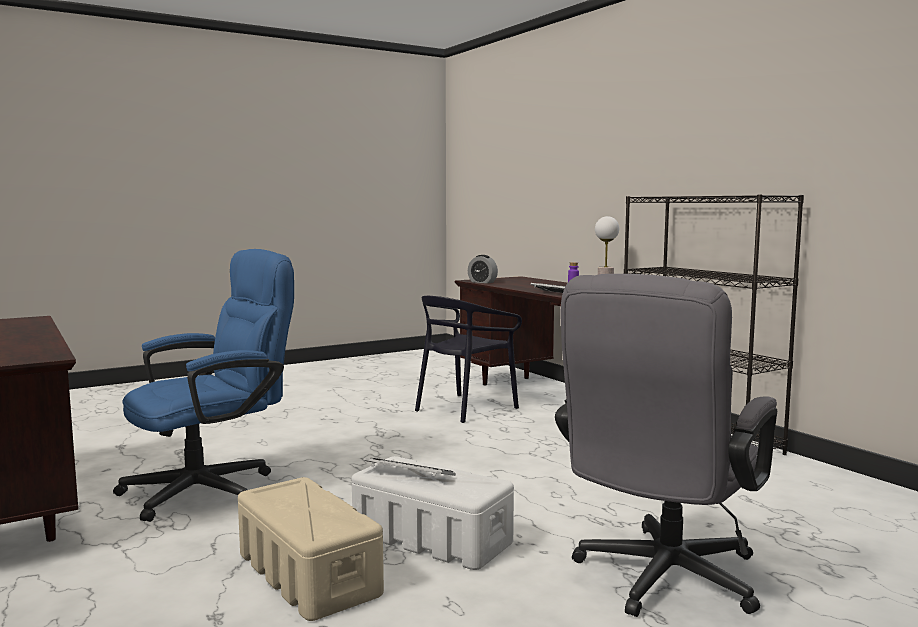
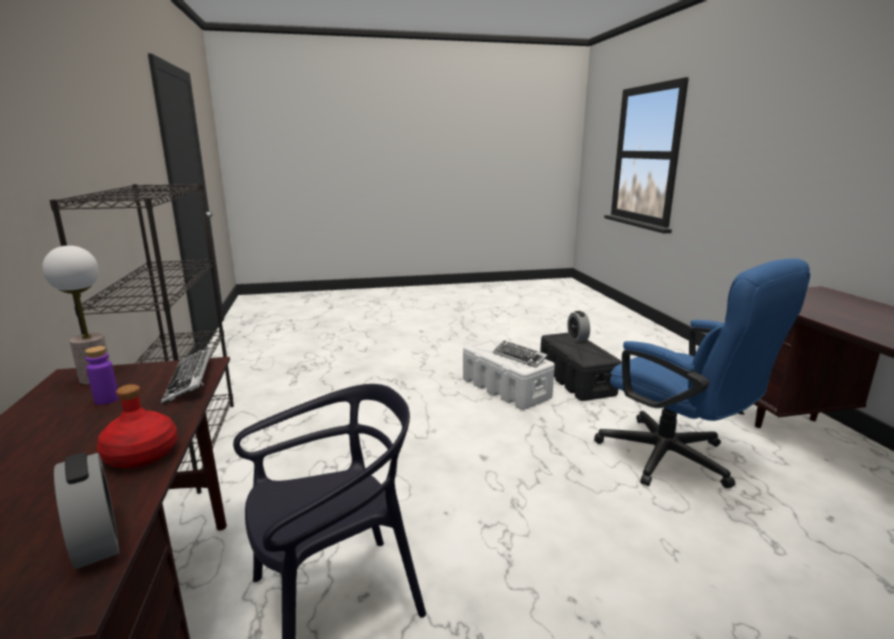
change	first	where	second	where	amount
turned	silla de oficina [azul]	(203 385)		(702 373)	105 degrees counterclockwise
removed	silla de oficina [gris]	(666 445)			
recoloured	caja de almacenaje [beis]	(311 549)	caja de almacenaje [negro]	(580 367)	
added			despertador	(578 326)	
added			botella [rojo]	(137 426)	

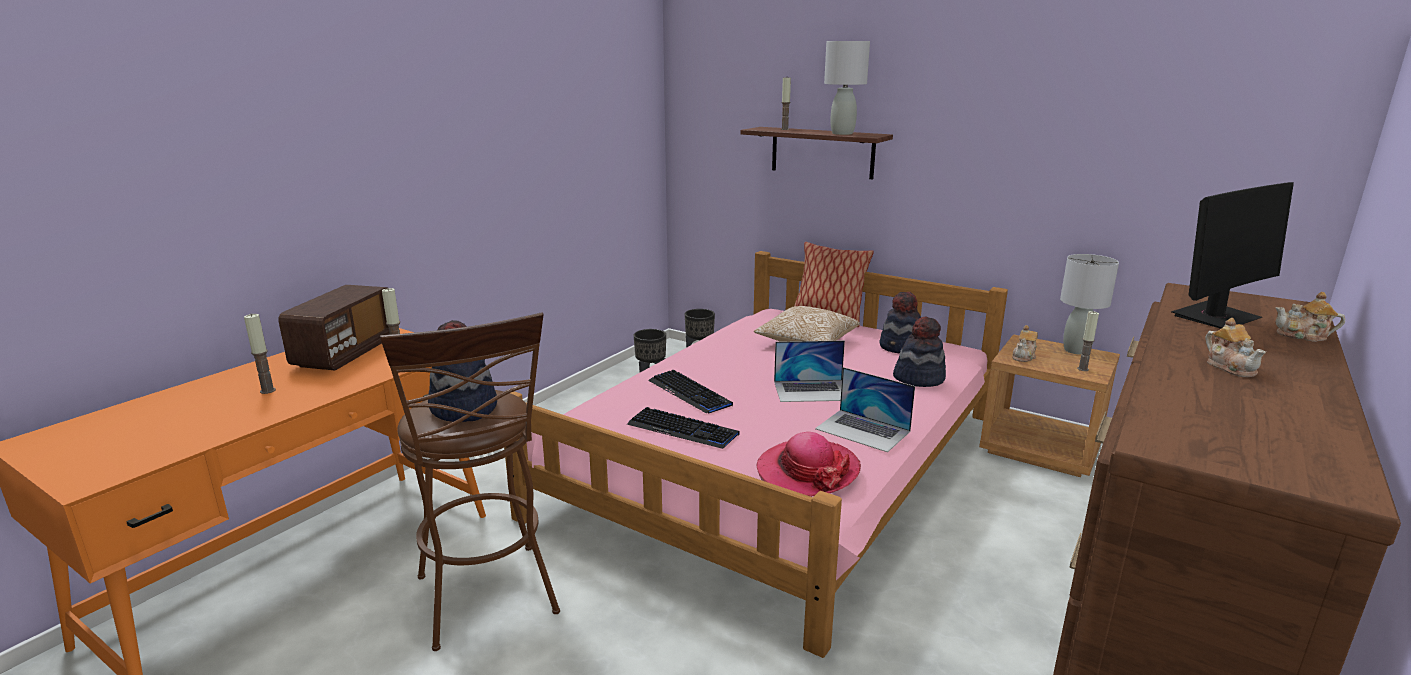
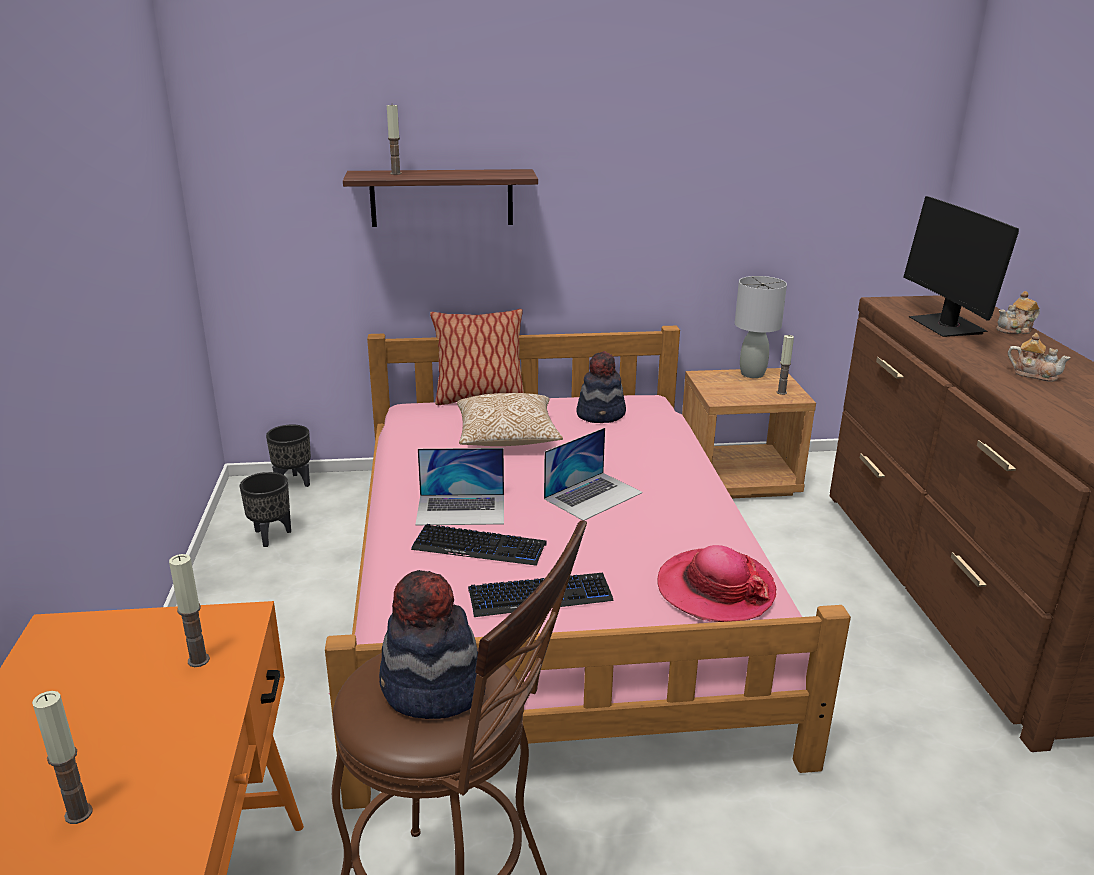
change	first	where	second	where	amount
removed	lámpara de mesa [gris]	(847 88)			
turned	monitor	(1232 255)		(961 266)	150 degrees clockwise
removed	radio	(334 328)			
removed	sombrero	(919 352)			
removed	tetera	(1025 343)			
moved	portátil	(865 409)		(459 486)	

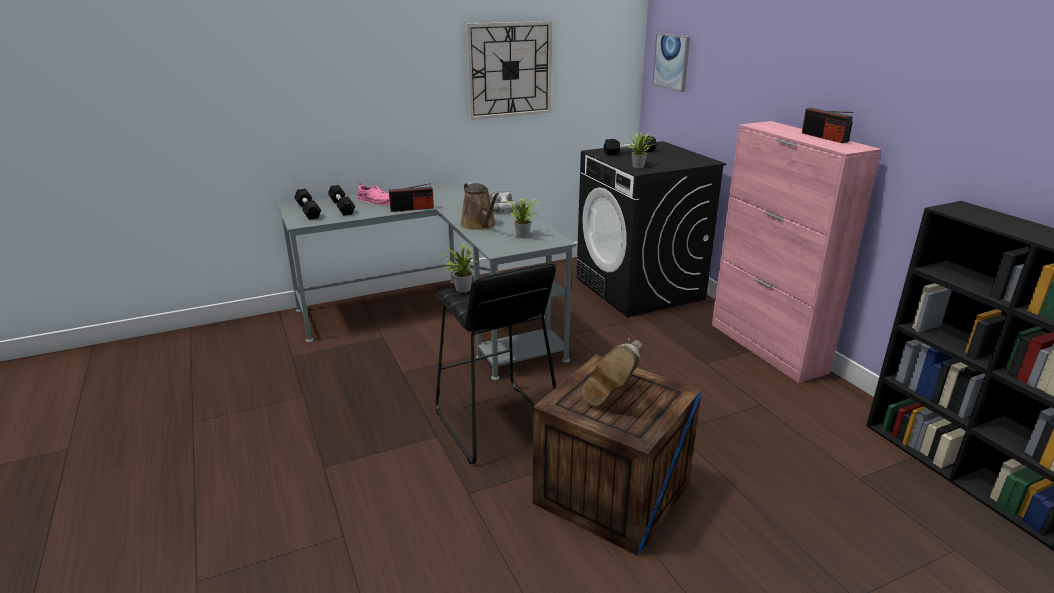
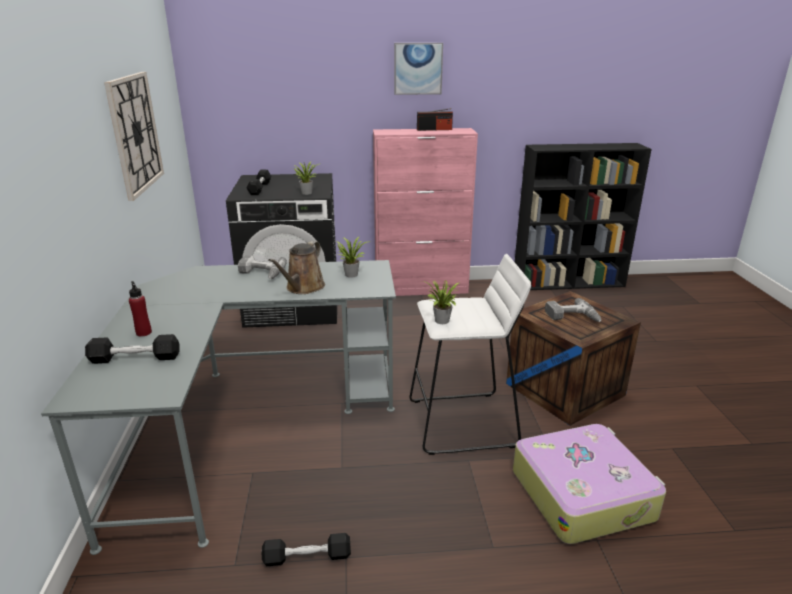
change	first	where	second	where	amount
moved	cuadro	(671 62)		(418 69)	
turned	regadera [marrón]	(479 206)		(296 267)	120 degrees clockwise
replaced	zapato [rosa]	(373 194)	botella [rojo]	(140 309)	
removed	radio	(411 197)			
moved	mancuerna [negro]	(307 204)		(306 549)	
recoloured	taburete [negro]	(496 363)	taburete [blanco]	(470 354)	
replaced	bota [marrón]	(612 371)	taladro	(573 310)	
added			maleta	(589 484)	

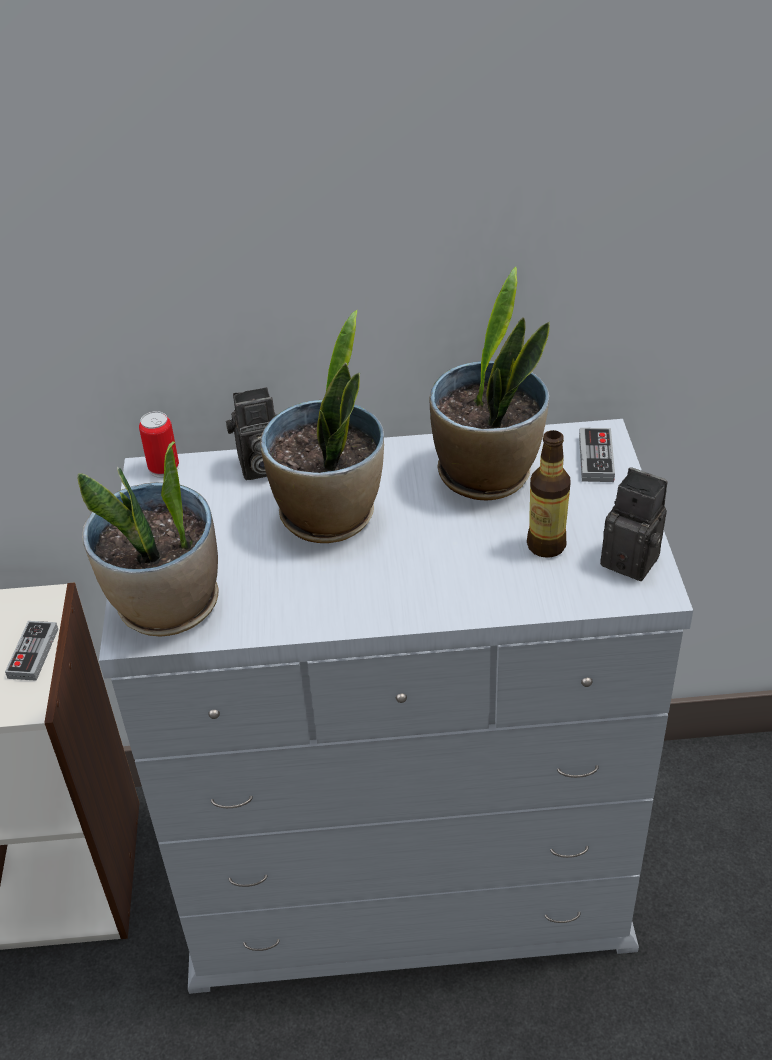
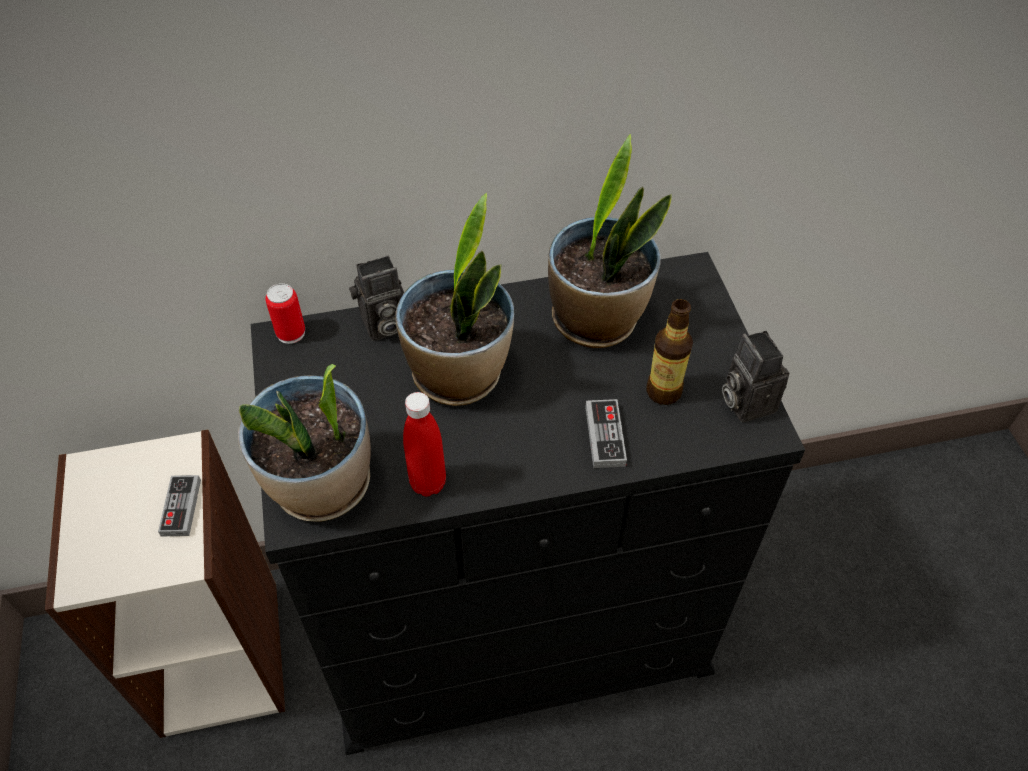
change	first	where	second	where	amount
recoloured	cómoda [blanco]	(396 706)	cómoda [negro]	(528 503)	
moved	mando de consola	(597 455)		(606 433)	
turned	cámara	(634 524)		(755 376)	135 degrees counterclockwise
added			botella [rojo]	(424 444)	

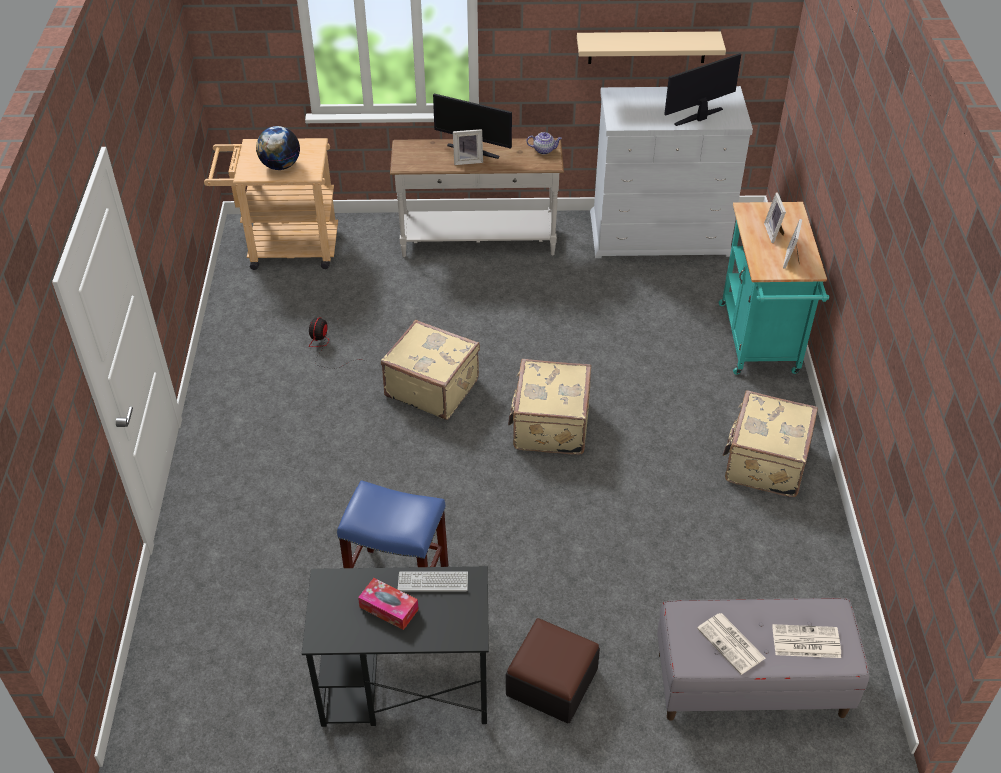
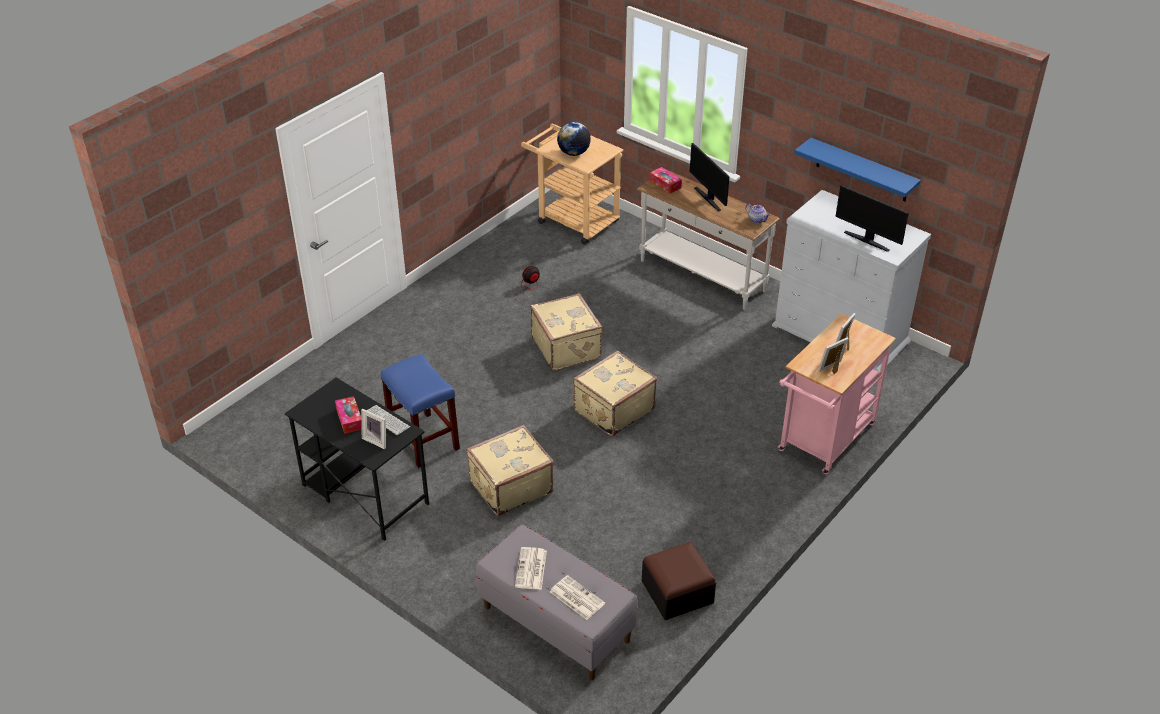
change	first	where	second	where	amount
recoloured	estante [beis]	(651 47)	estante [azul]	(857 170)	
turned	monitor	(702 89)		(872 218)	150 degrees counterclockwise
moved	portarretratos	(468 147)		(373 429)	
recoloured	carrito [turquesa]	(774 288)	carrito [rosa]	(837 393)	
moved	maleta [beis]	(770 443)		(510 470)	
moved	puf	(553 671)		(679 581)	
added			caja de pañuelos	(666 180)	

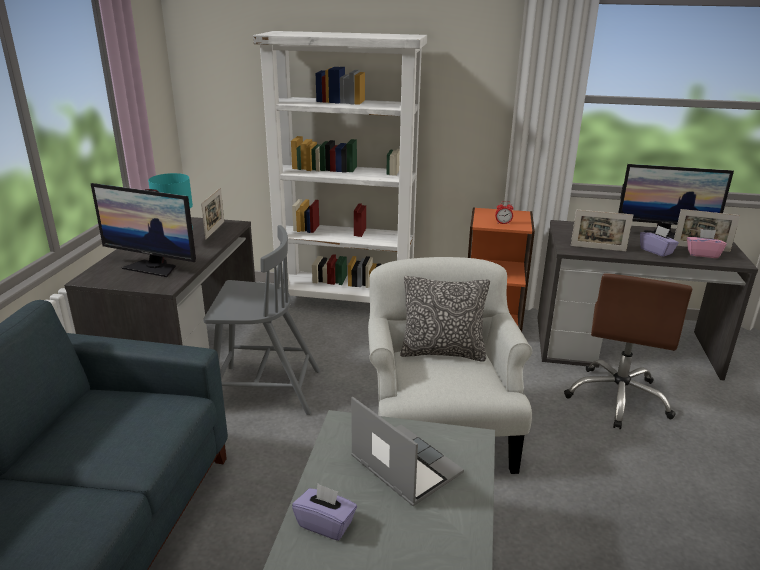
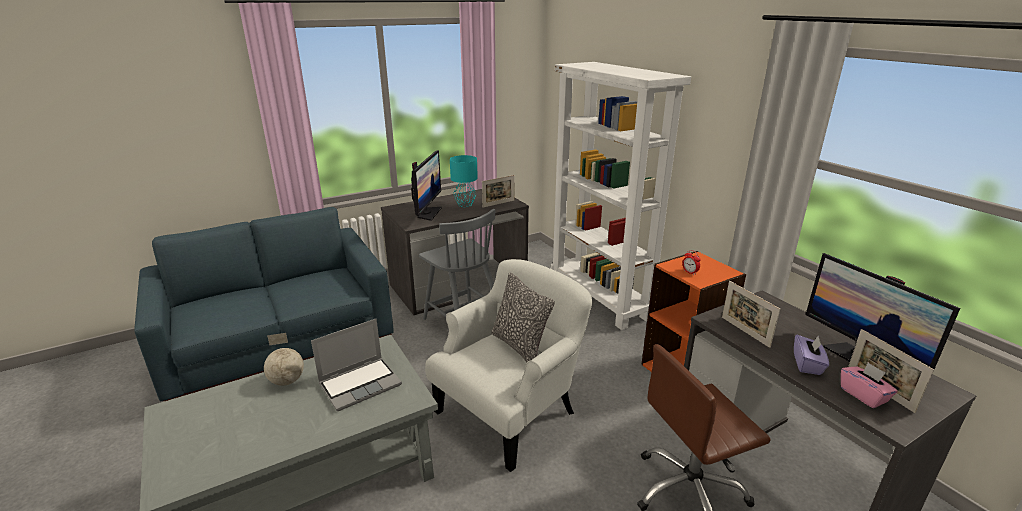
change	first	where	second	where	amount
turned	monitor	(143 230)		(426 185)	150 degrees counterclockwise
turned	portátil	(407 451)		(356 365)	45 degrees clockwise
replaced	caja de pañuelos [morado]	(324 512)	globo terráqueo	(284 359)	

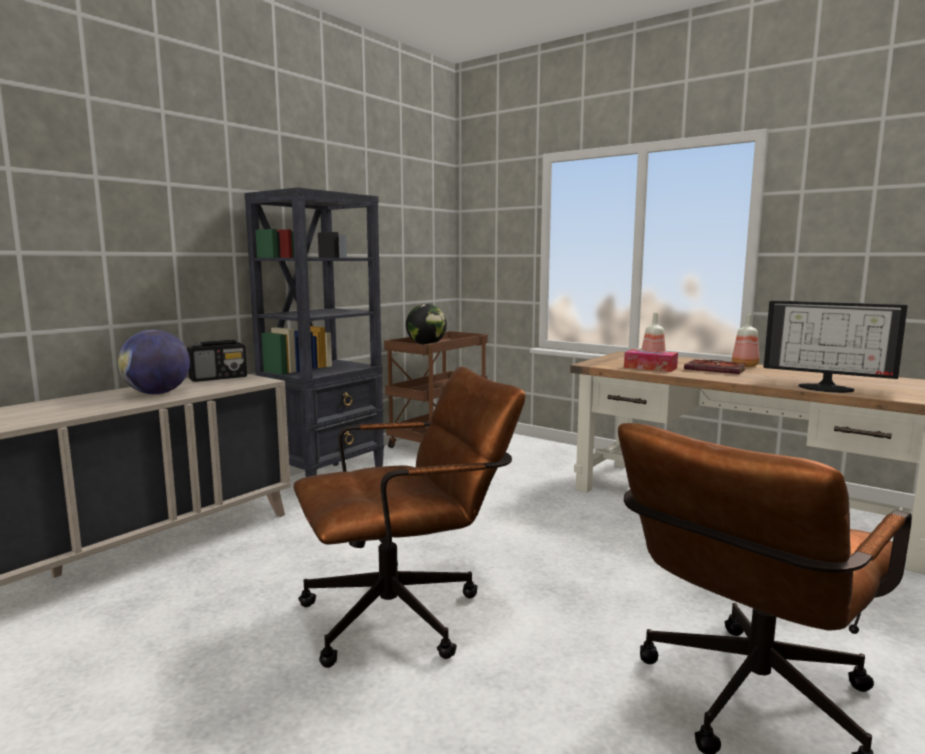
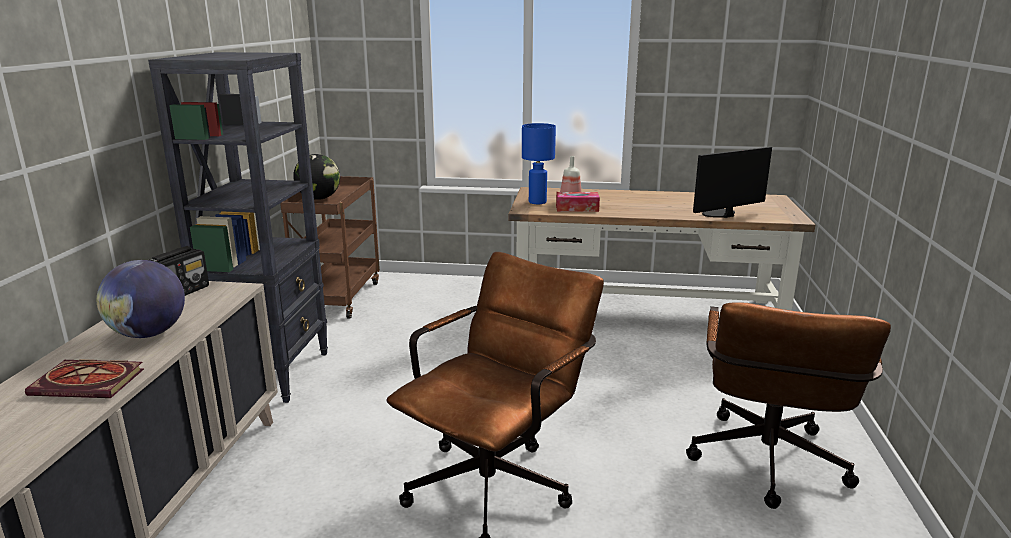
change	first	where	second	where	amount
turned	monitor	(835 346)		(732 182)	150 degrees clockwise
removed	botella	(745 340)			
moved	libro	(715 366)		(84 378)	
added			lámpara de mesa [azul]	(539 163)	

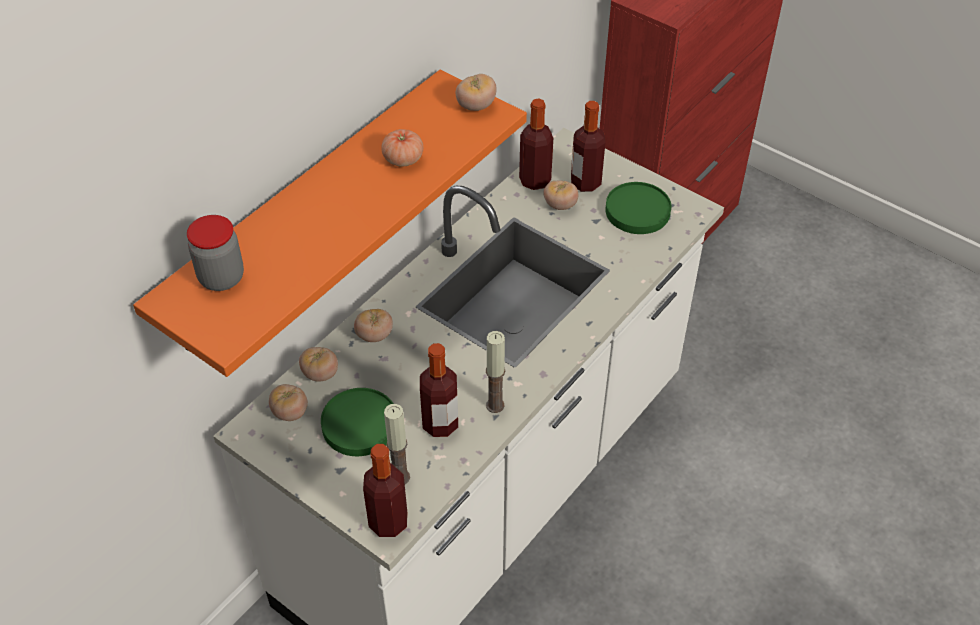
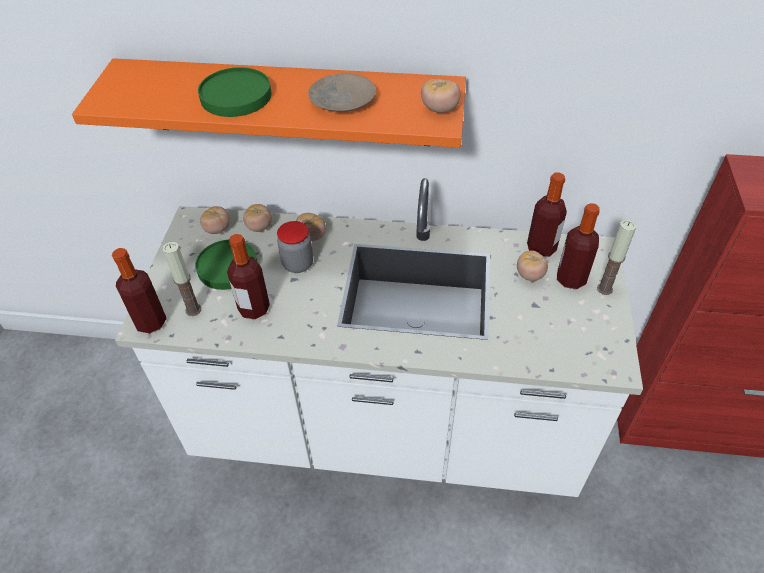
change	first	where	second	where	amount
replaced	tomate	(402 148)	plato [beis]	(342 92)	
moved	plato [verde]	(638 208)		(234 92)	
moved	tarro	(215 253)		(295 247)	
moved	vela	(495 372)		(616 257)	

